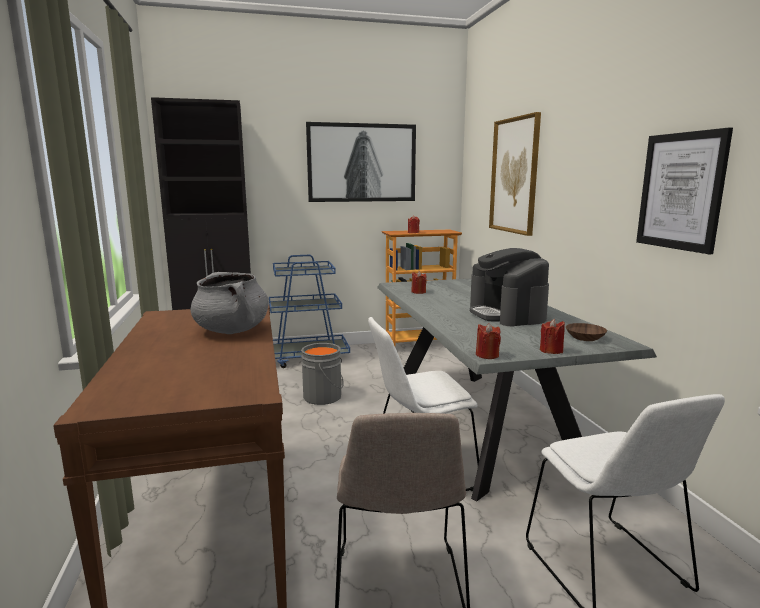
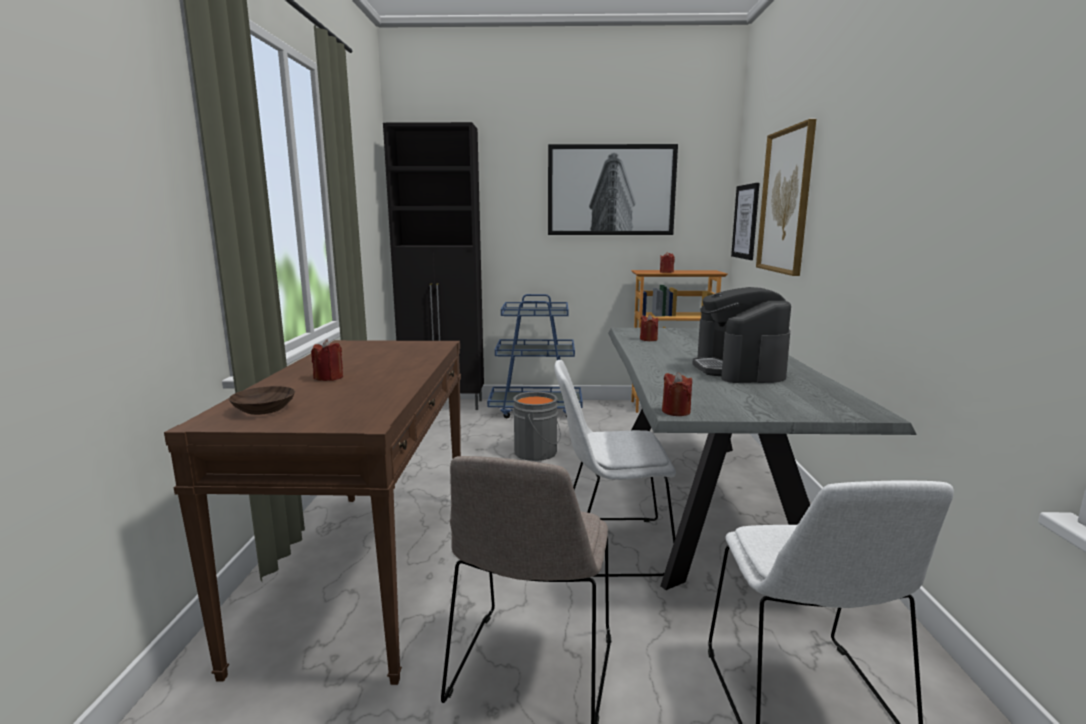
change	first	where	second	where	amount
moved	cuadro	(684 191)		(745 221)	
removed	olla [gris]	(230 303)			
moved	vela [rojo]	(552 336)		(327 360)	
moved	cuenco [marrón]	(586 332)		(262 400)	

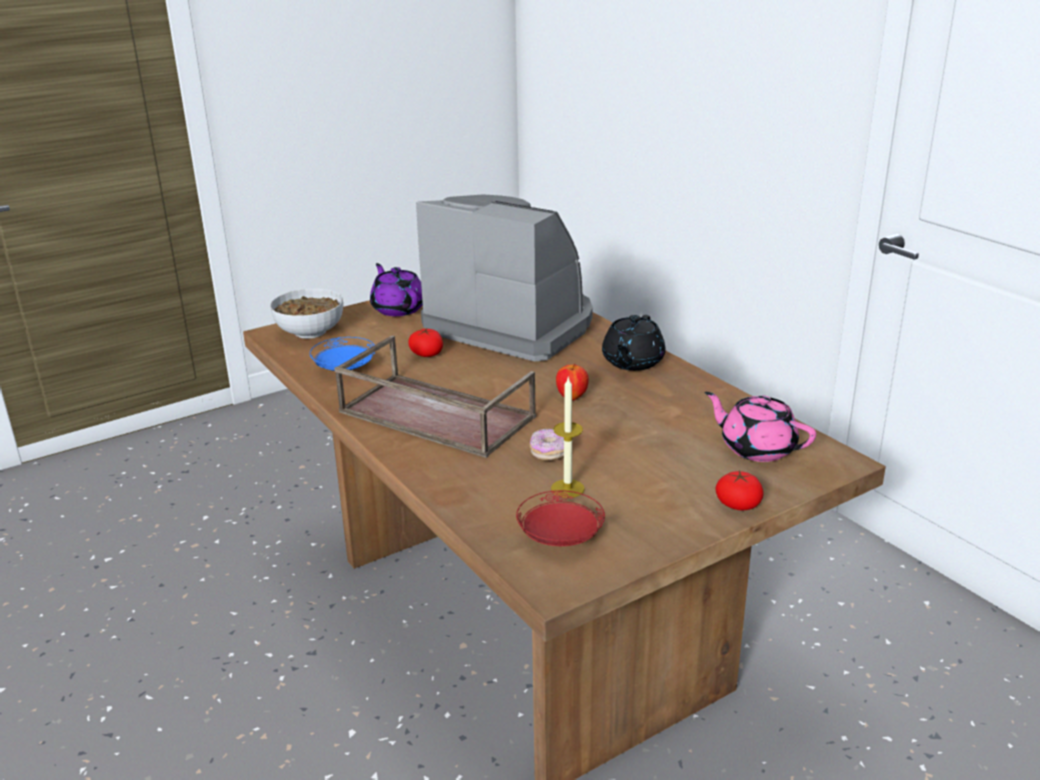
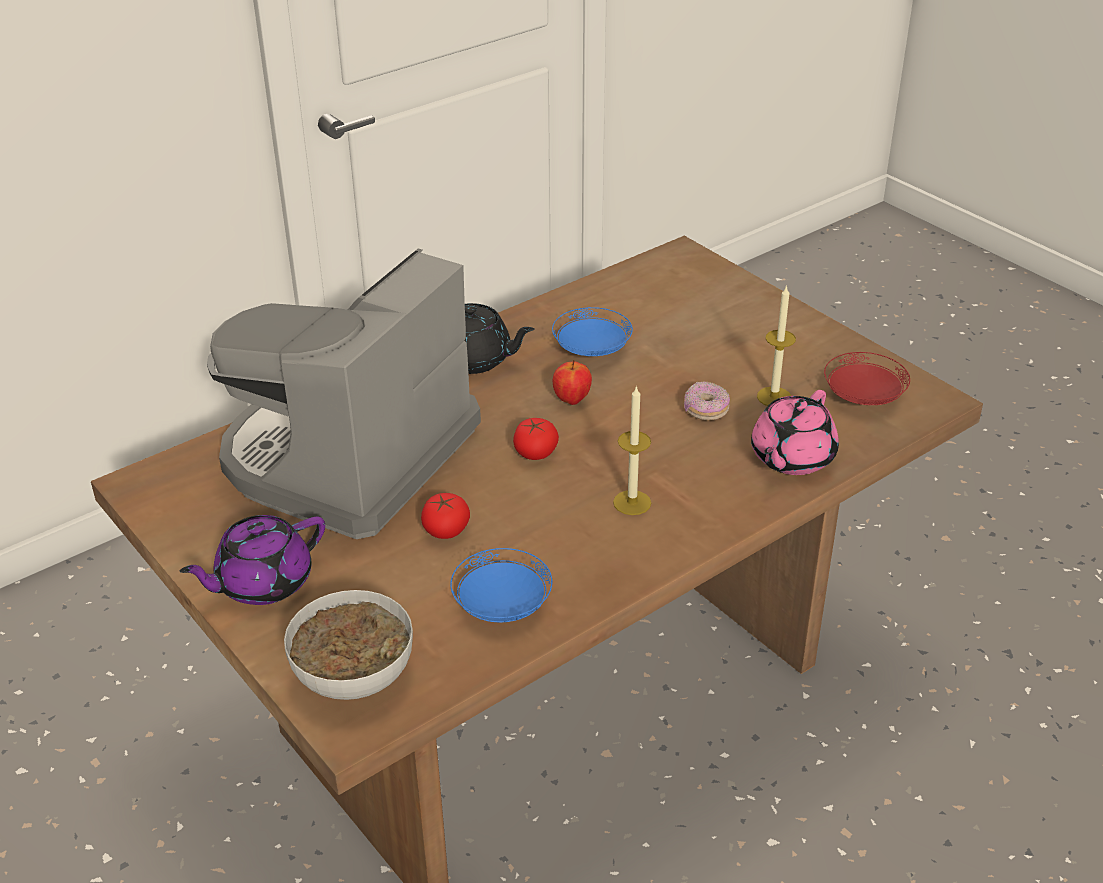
change	first	where	second	where	amount
replaced	bandeja [marrón]	(435 396)	vela	(632 450)	
moved	tetera [rosa]	(760 427)		(795 432)	
moved	tomate	(740 490)		(536 439)	
added			plato [azul]	(592 331)	

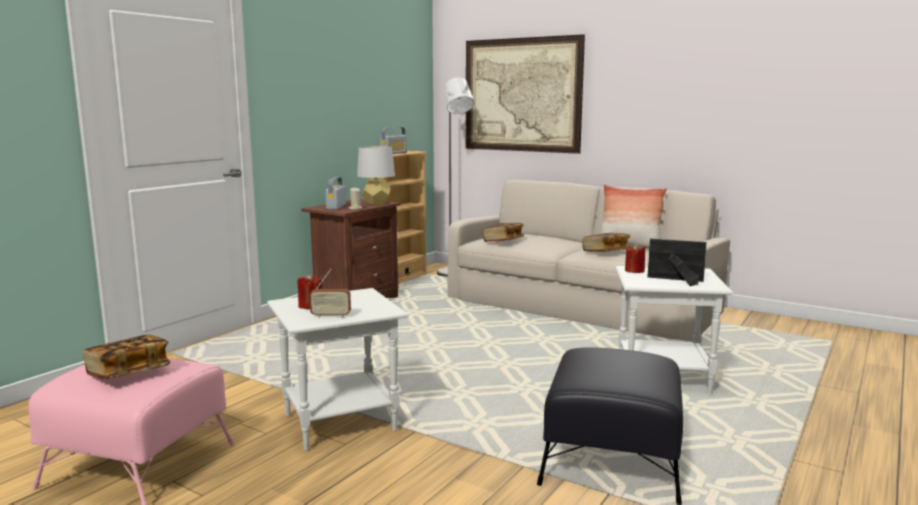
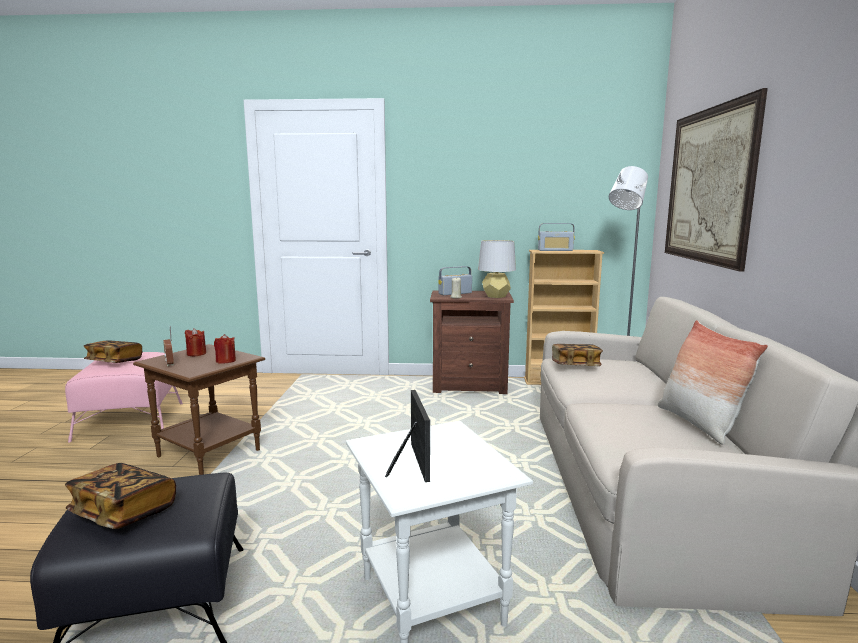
change	first	where	second	where	amount
moved	libro	(606 242)		(120 496)	
moved	vela [rojo]	(635 258)		(225 348)	
recoloured	mesa auxiliar [blanco]	(338 369)	mesa auxiliar [marrón]	(199 409)	

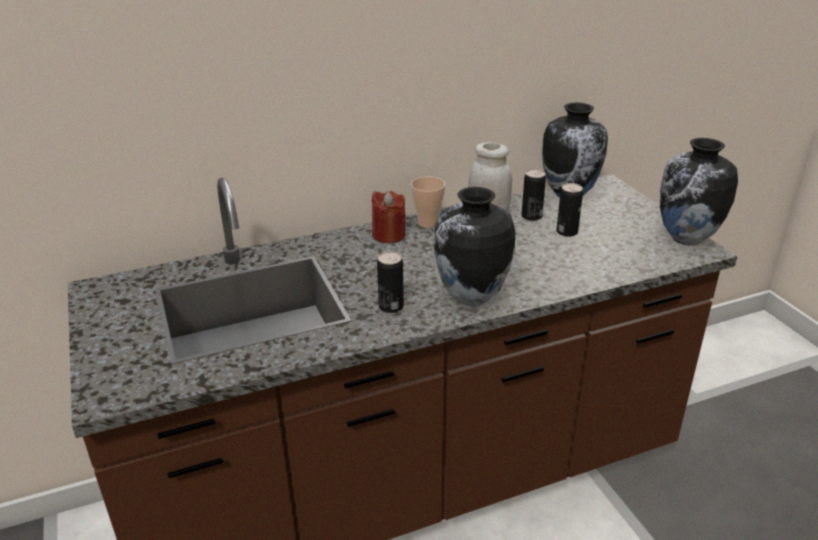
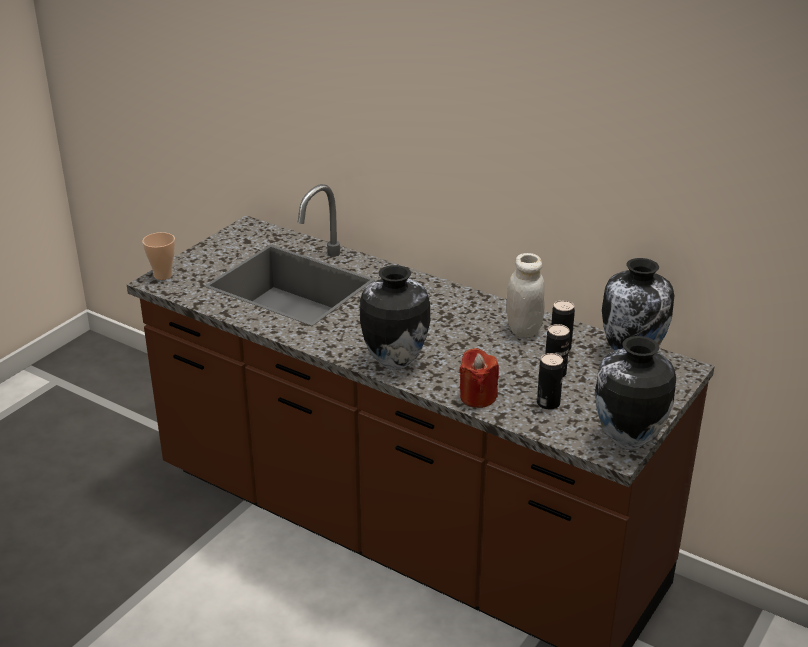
change	first	where	second	where	amount
moved	taza	(428 202)		(158 256)	
moved	vela [rojo]	(389 217)		(479 378)	
moved	lata	(390 282)		(550 381)	

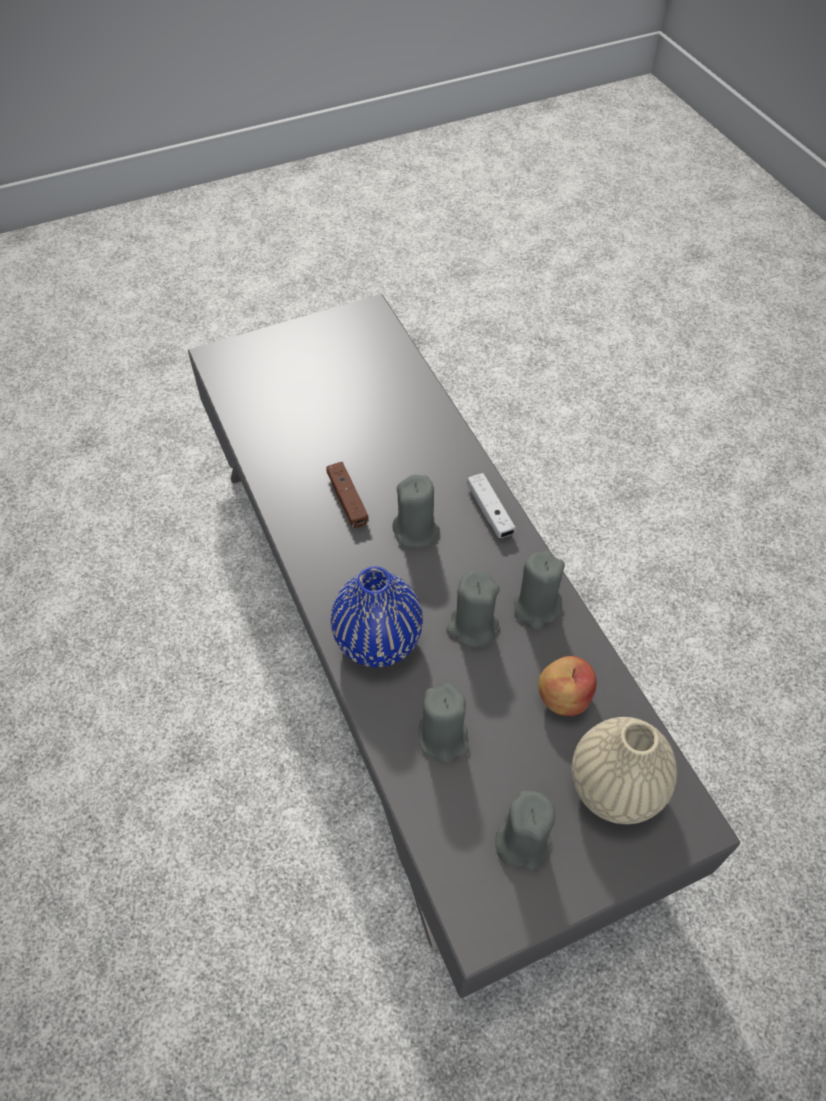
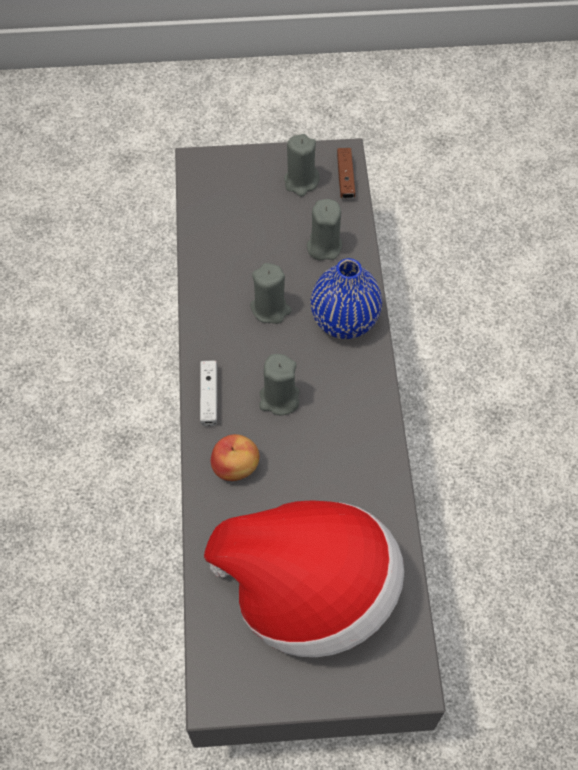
change	first	where	second	where	amount
moved	mando de consola [marrón]	(347 495)		(346 173)	
removed	vela [gris]	(539 590)			
moved	manzana	(567 686)		(235 457)	
removed	florero [beis]	(624 770)			
added			sombrero	(304 579)	

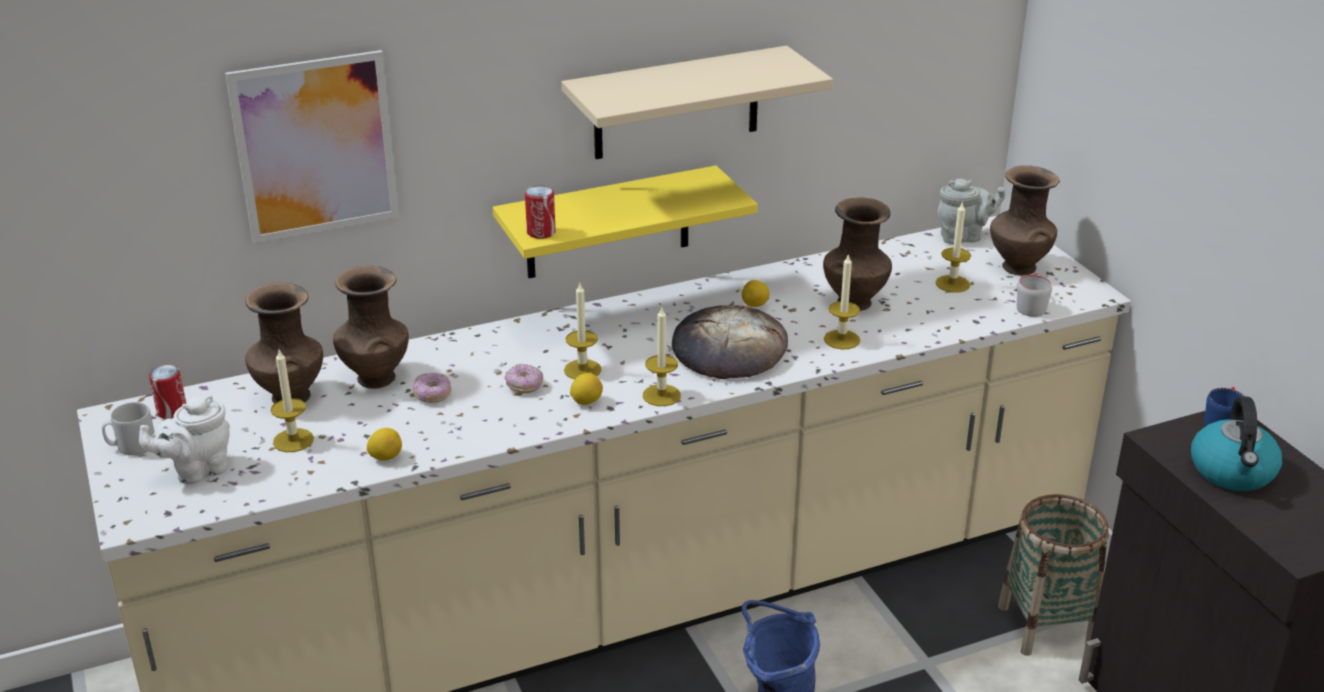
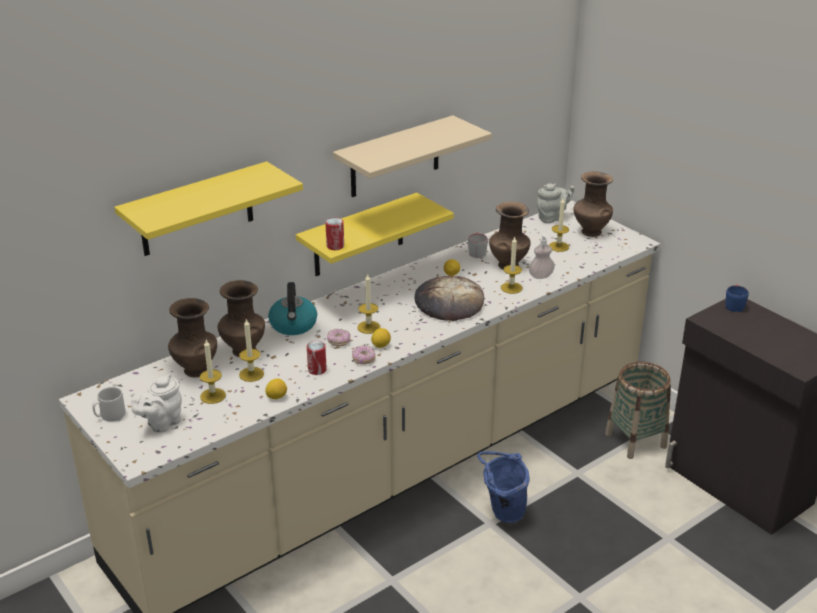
change	first	where	second	where	amount
replaced	cuadro	(312 146)	estante [amarillo]	(208 208)	
moved	taza grande [gris]	(1034 295)		(478 245)	
moved	vela	(662 356)		(251 350)	
moved	lata	(167 392)		(317 358)	
moved	rosquilla	(432 388)		(364 354)	
moved	hervidor	(1236 443)		(292 308)	
added			dispensador de jabón	(542 256)	

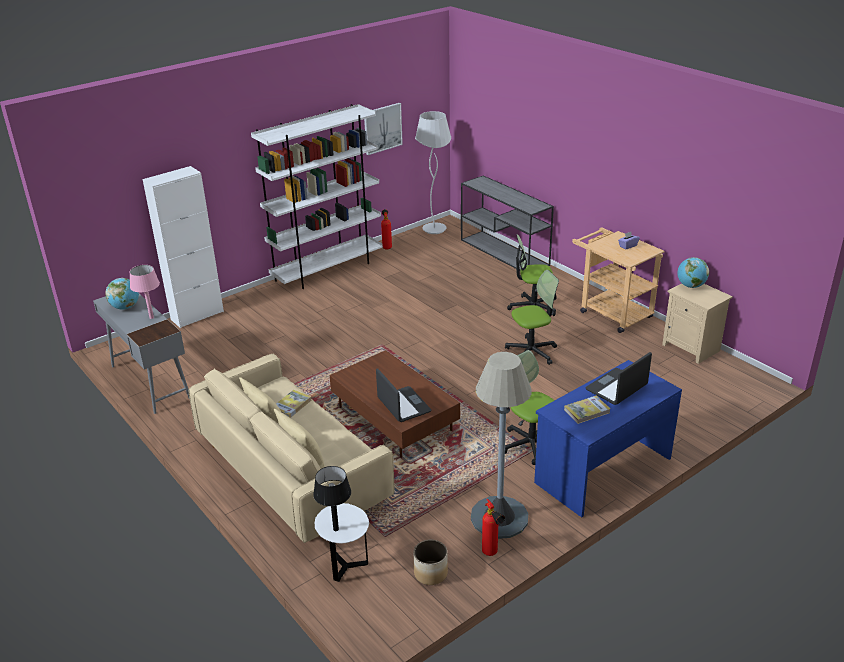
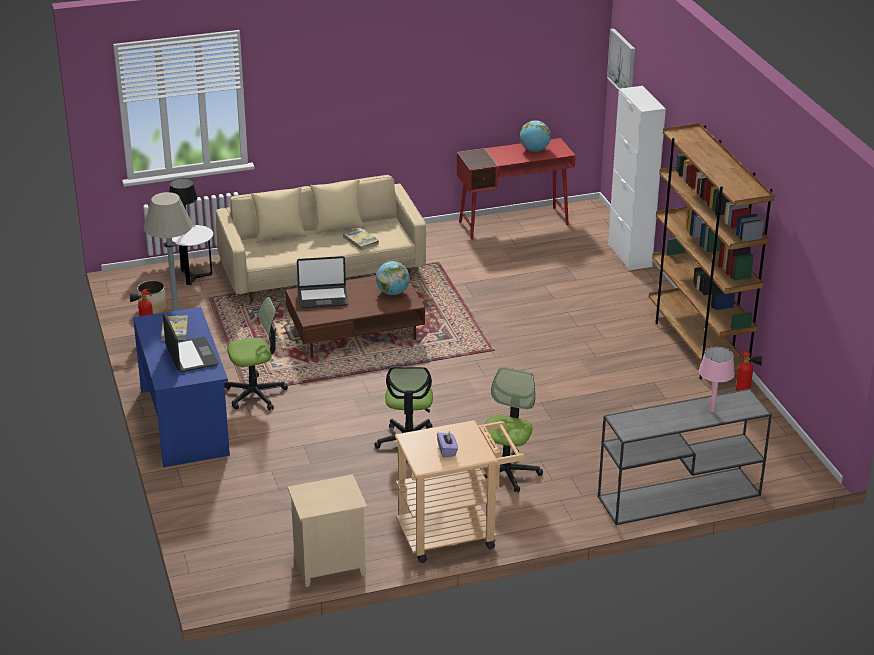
change	first	where	second	where	amount
moved	cuadro	(383 129)		(621 59)	
recoloured	estantería [blanco]	(317 196)	estantería [marrón]	(712 251)	
removed	lámpara de pie [blanco]	(433 172)			
moved	globo terráqueo	(693 272)		(393 278)	
moved	lámpara de mesa [rosa]	(145 292)		(717 379)	
recoloured	escritorio [gris]	(141 354)	escritorio [rojo]	(516 188)	

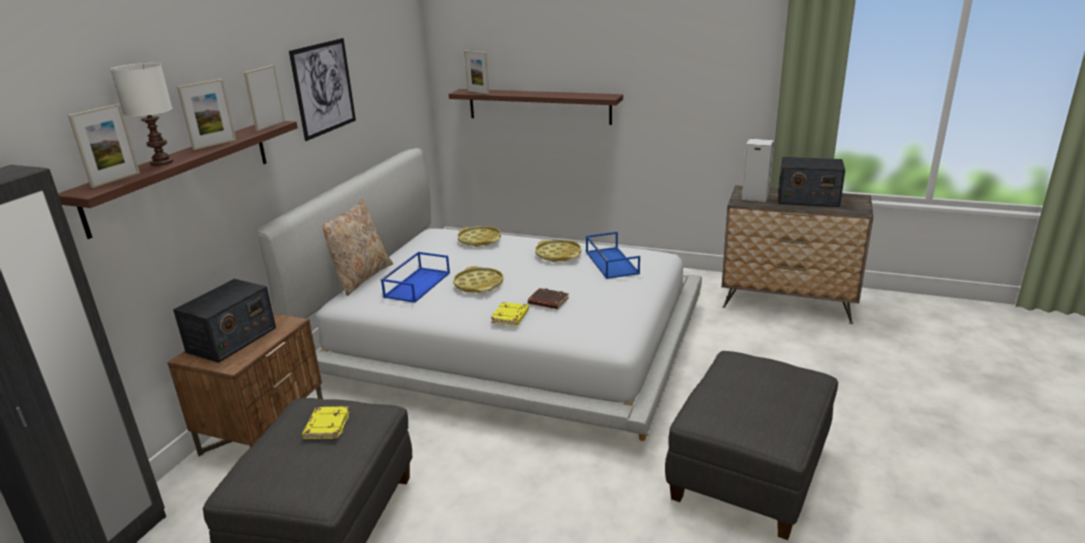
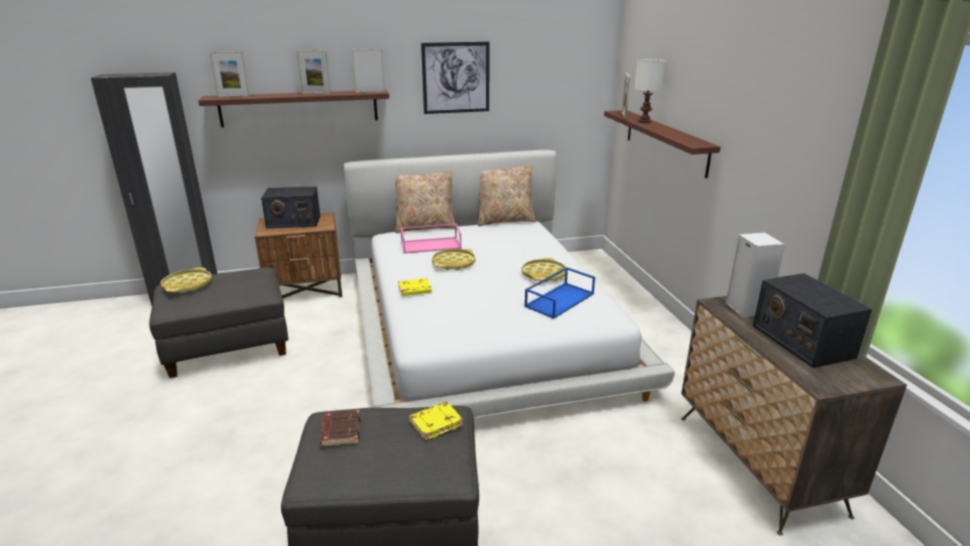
change	first	where	second	where	amount
moved	lámpara de mesa [blanco]	(141 114)		(650 91)	
moved	bandeja [amarillo]	(479 236)		(186 280)	
recoloured	bandeja [azul]	(415 277)	bandeja [rosa]	(431 238)	
moved	libro [marrón]	(548 298)		(340 428)	
moved	libro [amarillo]	(326 422)		(436 421)	
added			cojín [beis]	(507 195)	

